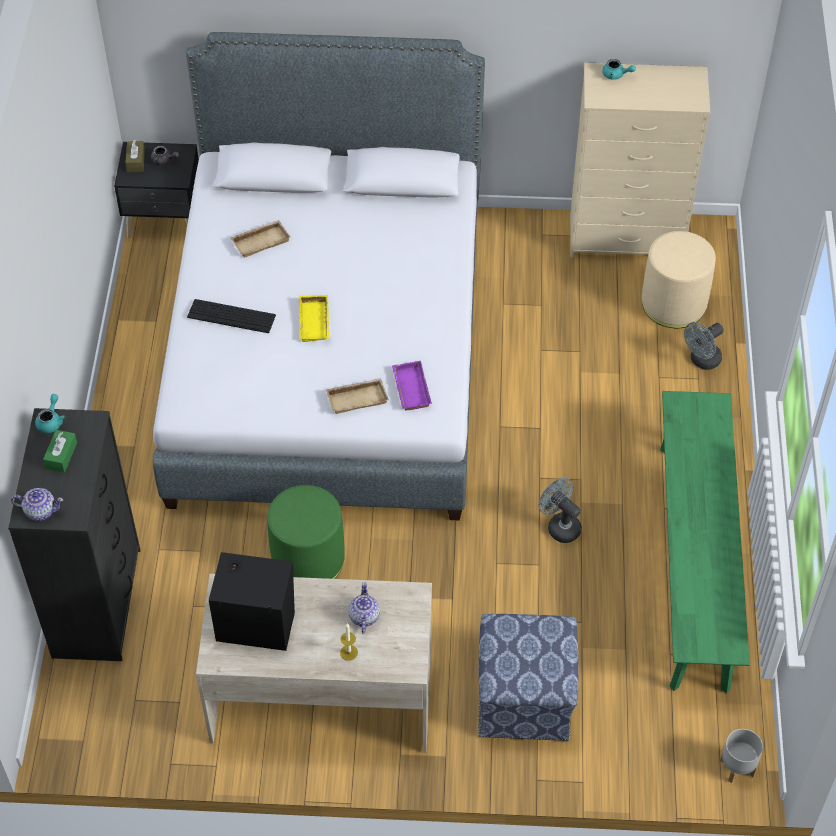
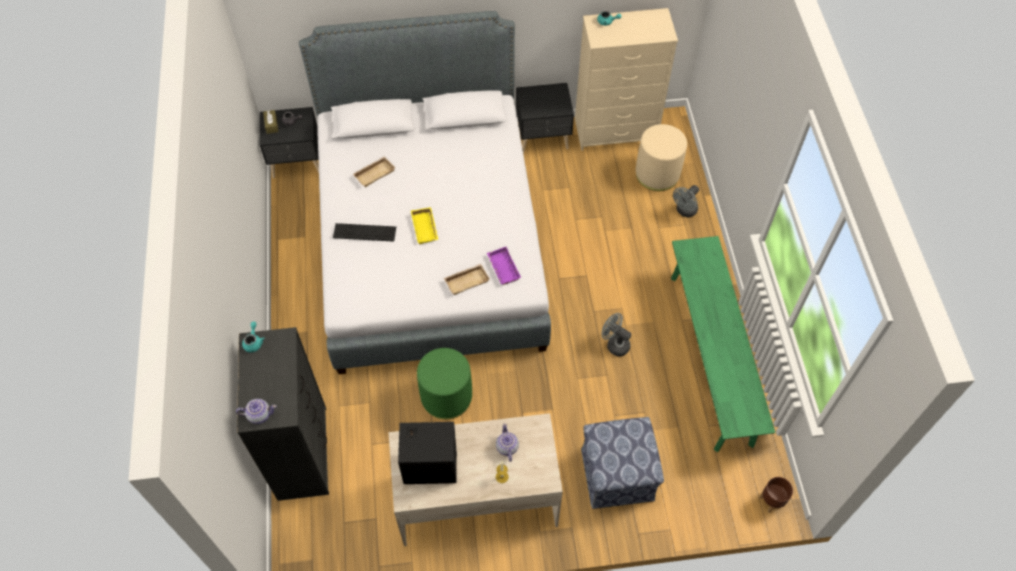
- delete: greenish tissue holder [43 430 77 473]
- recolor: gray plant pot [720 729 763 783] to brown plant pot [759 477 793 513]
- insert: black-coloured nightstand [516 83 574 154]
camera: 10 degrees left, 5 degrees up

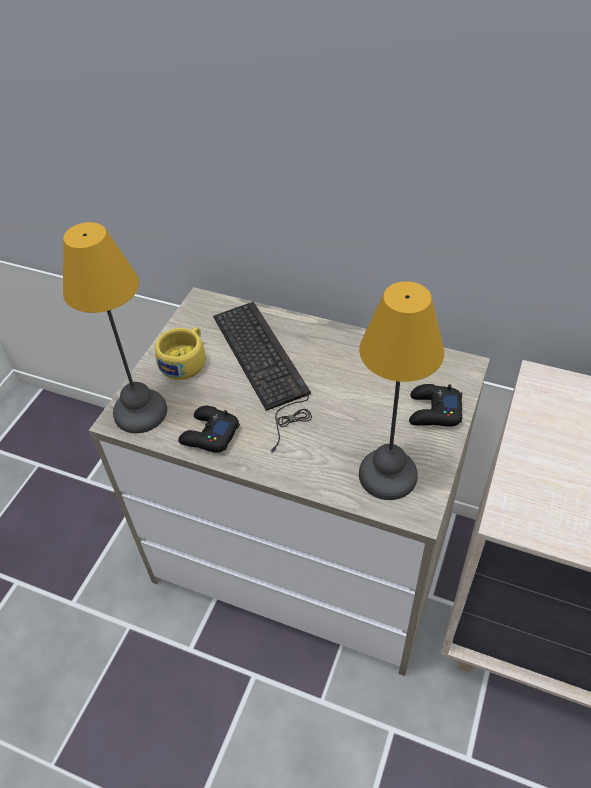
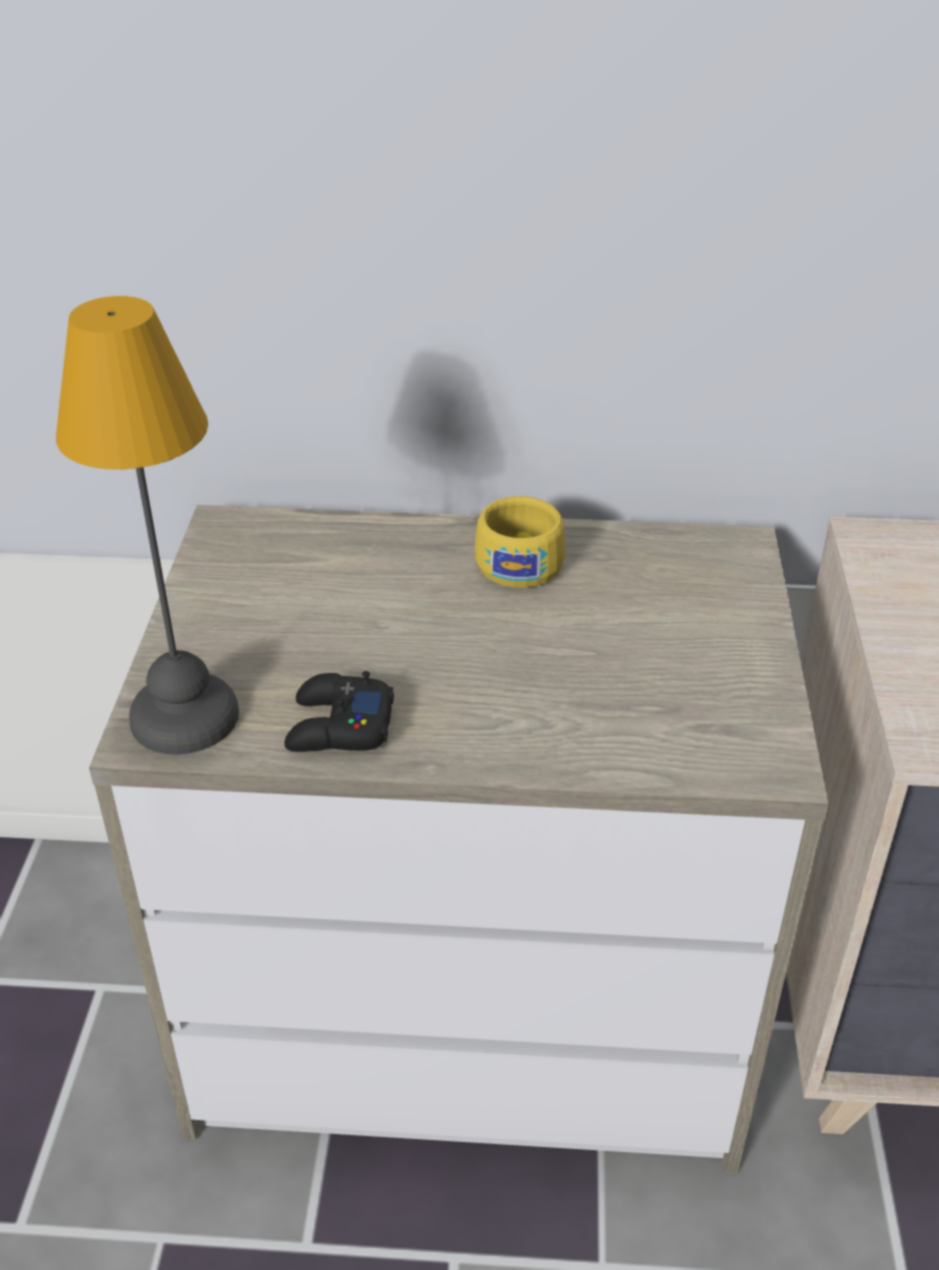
- move: yellowish drinking cup [155 327 206 380] to [475 496 565 587]
- delete: keyboard [213 302 312 453]
- delete: tabletop lamp [359 281 444 500]
- delete: black-coloured joypad [409 384 462 426]
camera: 20 degrees left, 10 degrees down

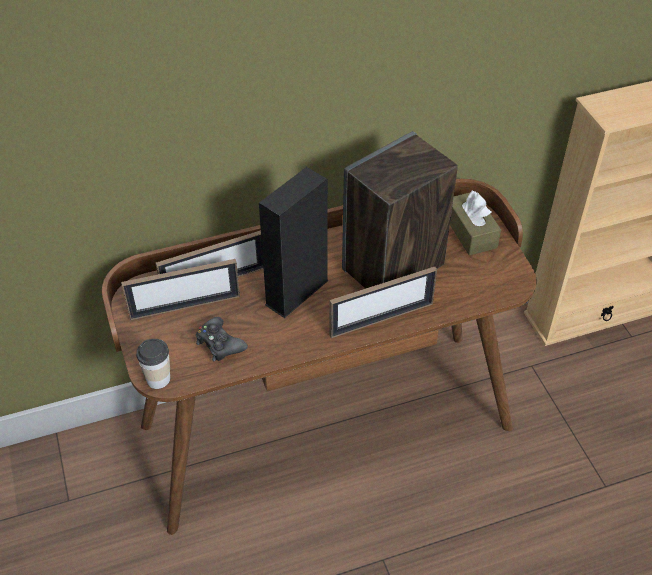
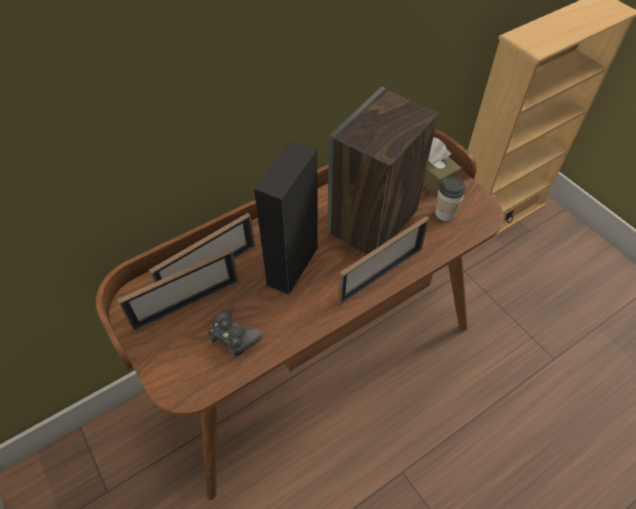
- move: drinking cup [136 339 170 389] to [435 176 466 221]
camera: 15 degrees left, 5 degrees up

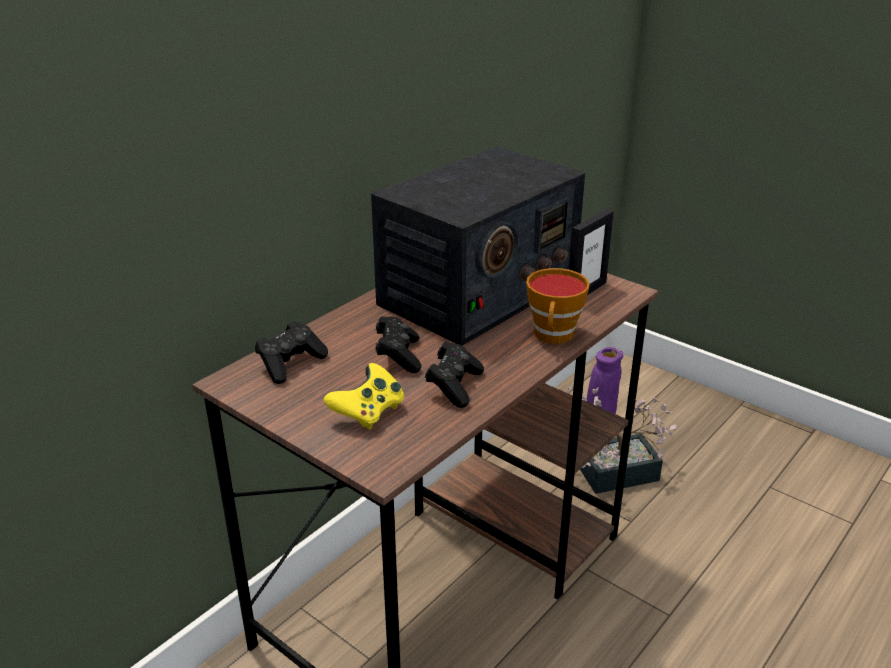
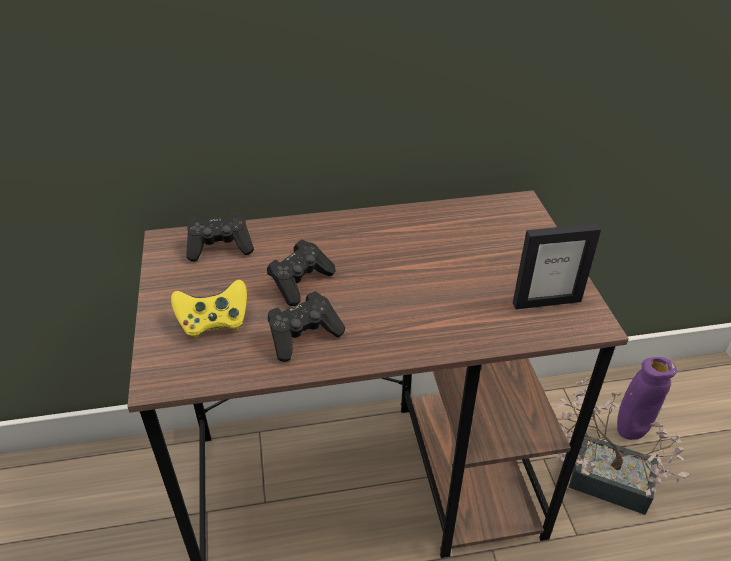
- delete: radio receiver [371 146 585 346]
- delete: drinking cup [526 268 590 344]
camera: 40 degrees right, 10 degrees up

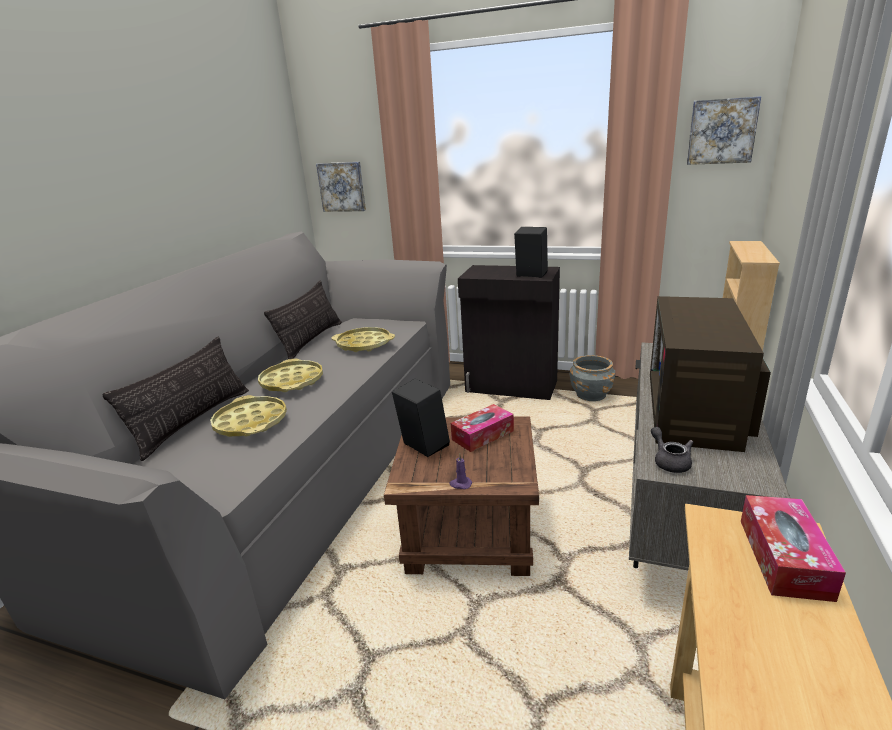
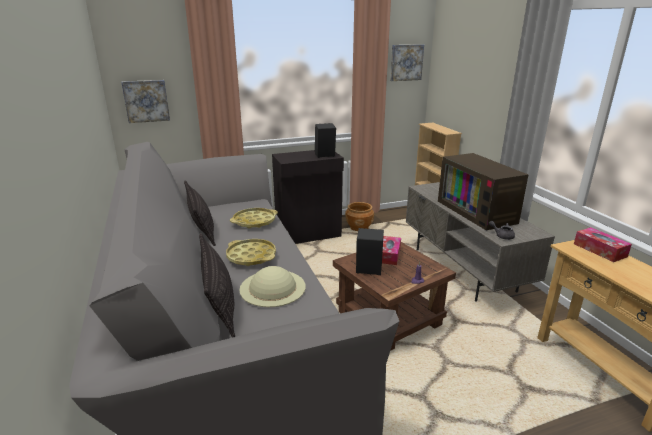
- replace: yellowish serving tray [210 395 287 437] to beige wearable hat [239 266 306 307]
- recolor: gray plant pot [569 355 615 401] to brown plant pot [345 202 374 231]
camera: 40 degrees left, 0 degrees up

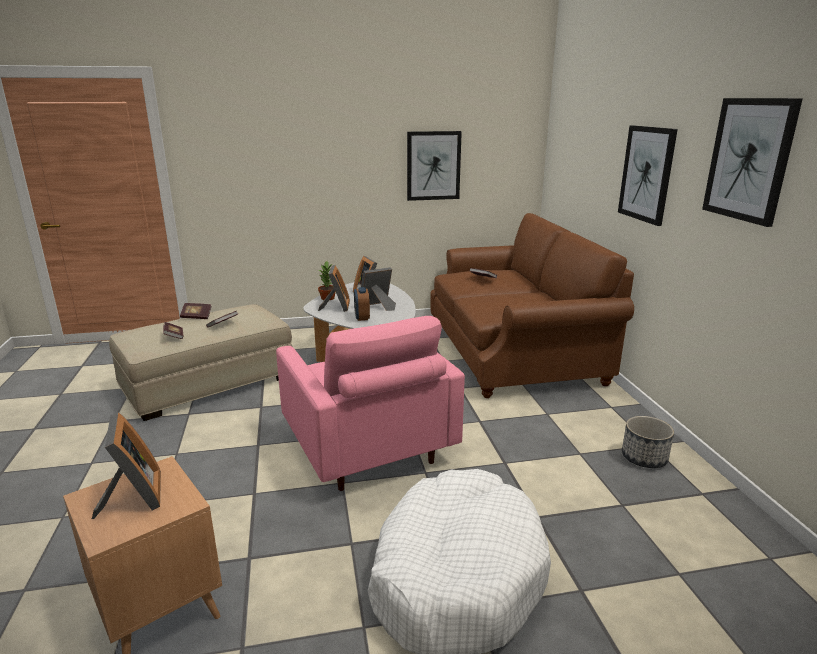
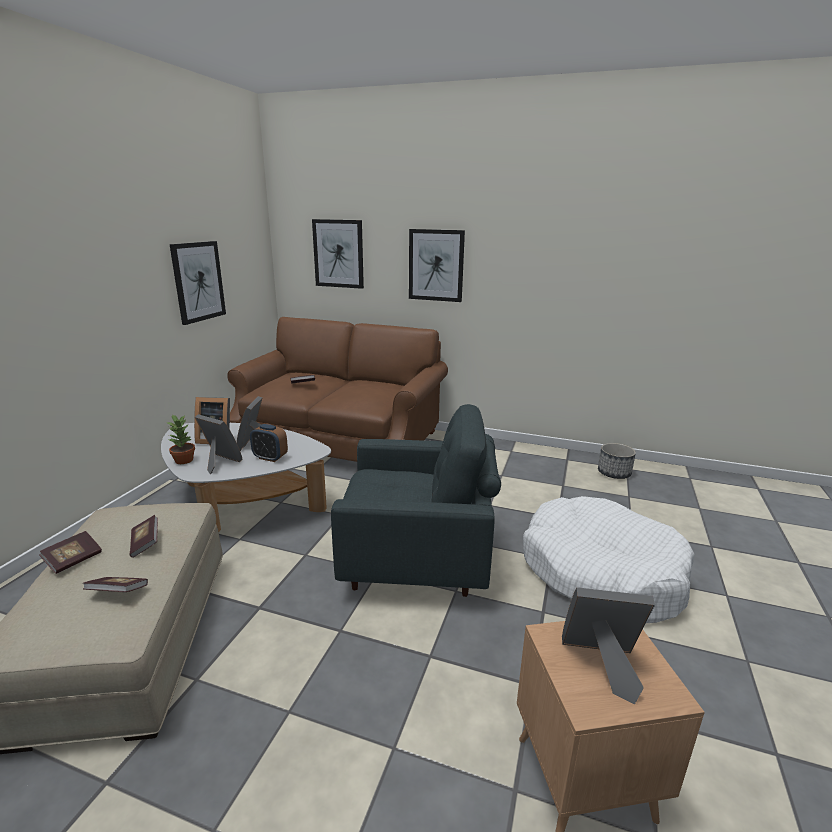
- recolor: pink-coloured armchair [276 316 465 491] to gray armchair [331 404 501 597]
- move: plant pot [622 416 674 468] to [598 443 636 479]
- move: picture [702 98 803 227] to [312 219 364 289]
camera: 60 degrees left, 0 degrees up

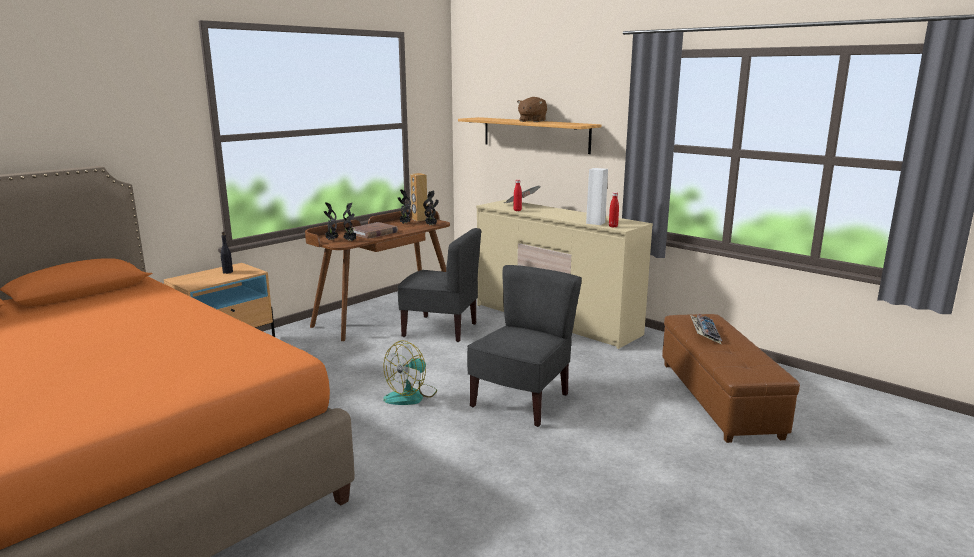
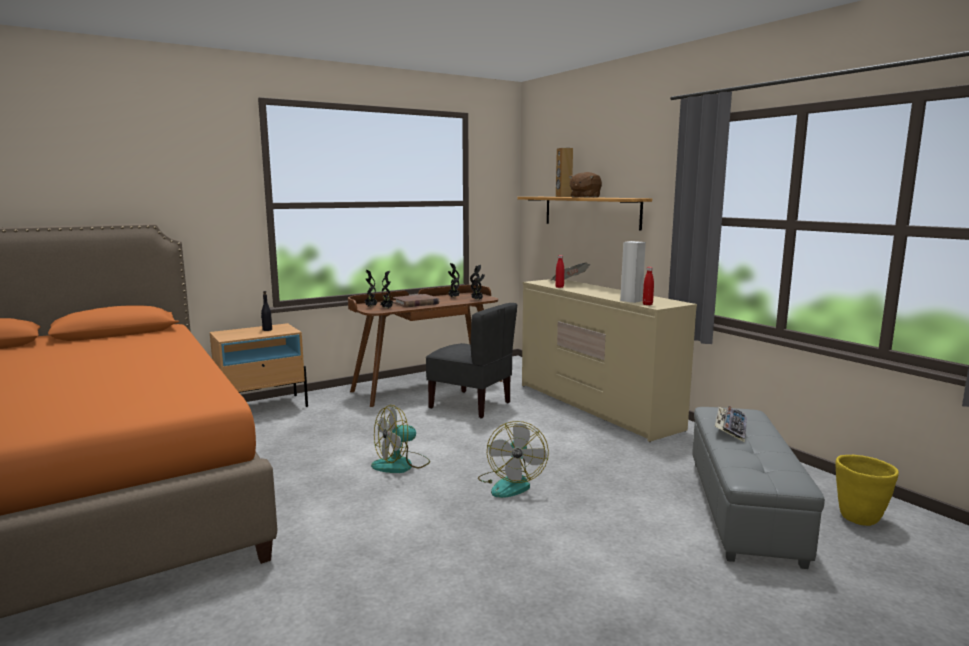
- move: brown audio speaker [410 173 428 221] to [556 148 573 197]
- replace: gray plain chair [467 265 582 427] to electric fan [478 421 549 498]
- recolor: brown footrest [662 314 800 443] to gray footrest [692 407 825 569]
- insert: yellowish plant pot [835 455 899 526]
camera: 15 degrees right, 5 degrees down

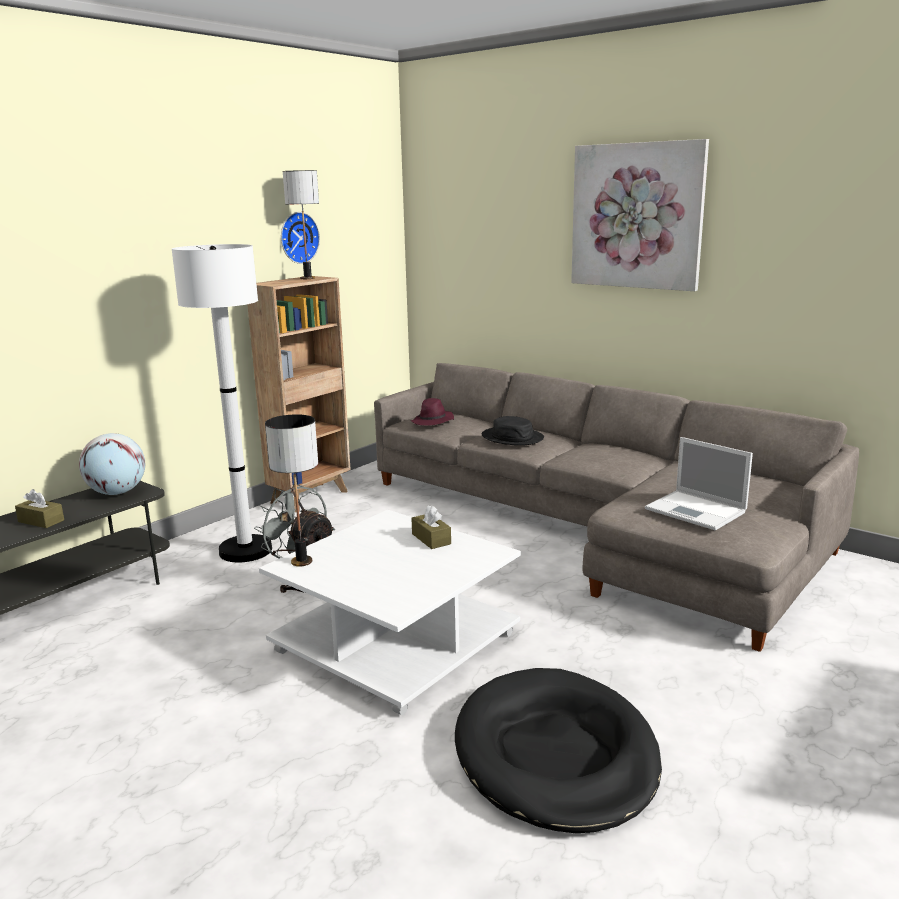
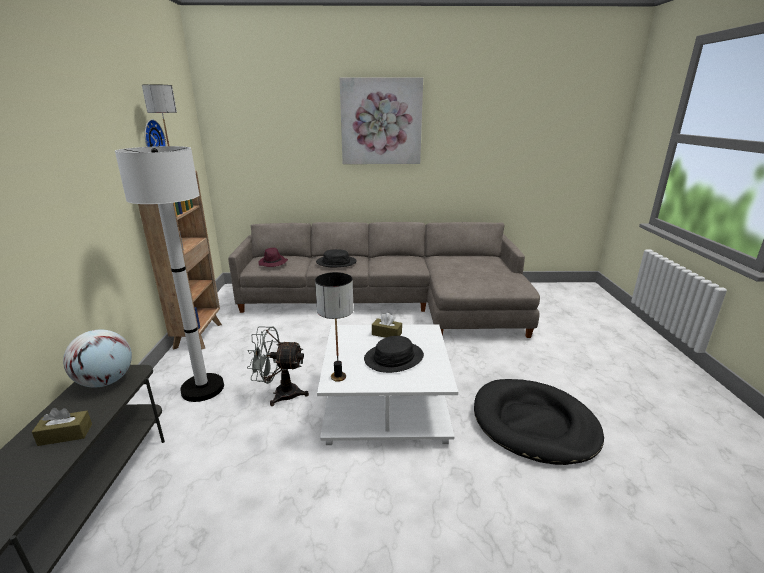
- delete: portable computer [645 437 753 530]
- insert: black-coloured wearable hat [364 336 424 373]
camera: 40 degrees left, 5 degrees up

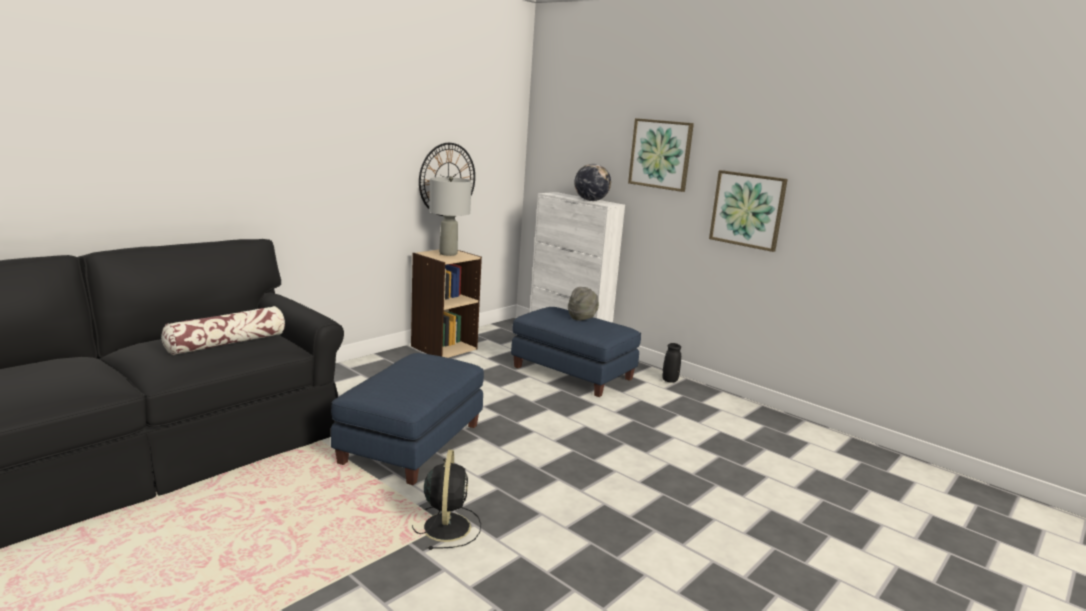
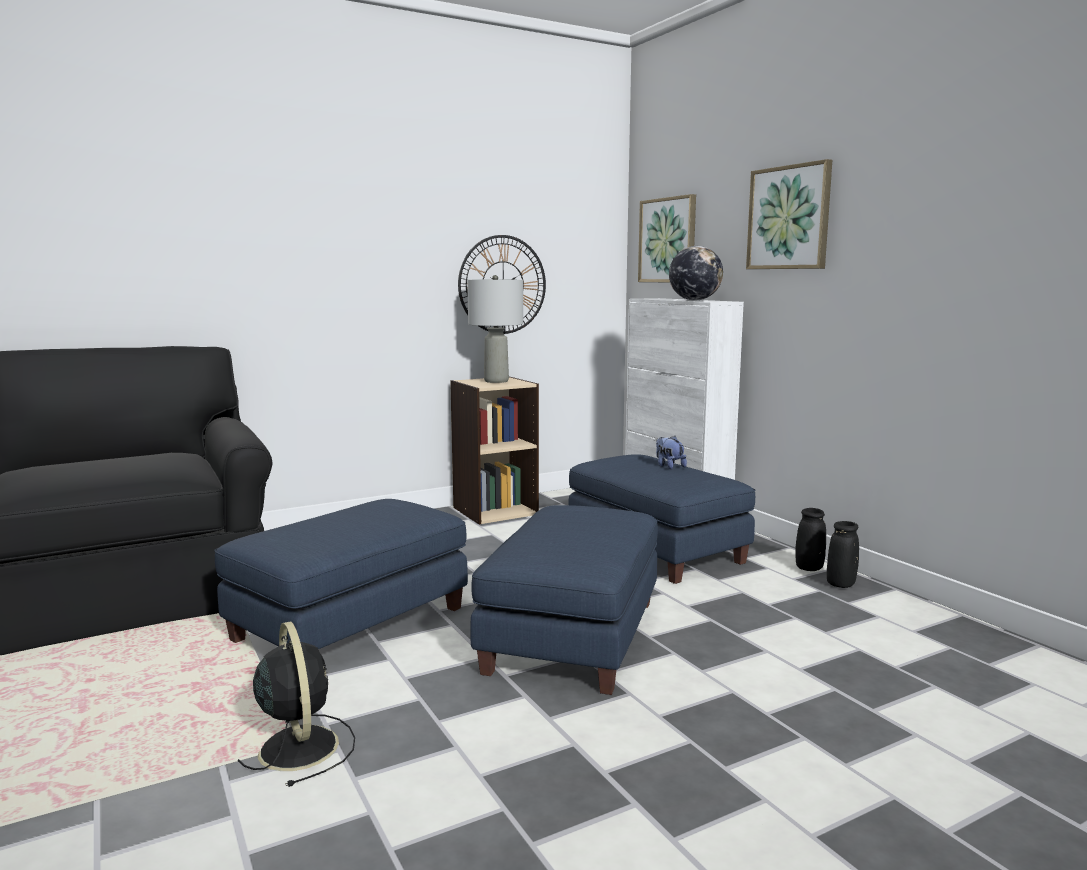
- delete: pillow [161 306 285 355]
- rotate: black-coloured electric fan [412 450 481 550] = [238 622 355 787] 45 degrees counterclockwise
- replace: gray wearable hat [568 287 599 321] to cuddly toy [656 436 687 469]
- move: picture [709 170 788 252] to [638 194 696 283]
- insert: blue-coloured footrest [471 505 658 695]
- insert: black-coloured vase [827 521 859 588]
camera: 20 degrees right, 5 degrees down

